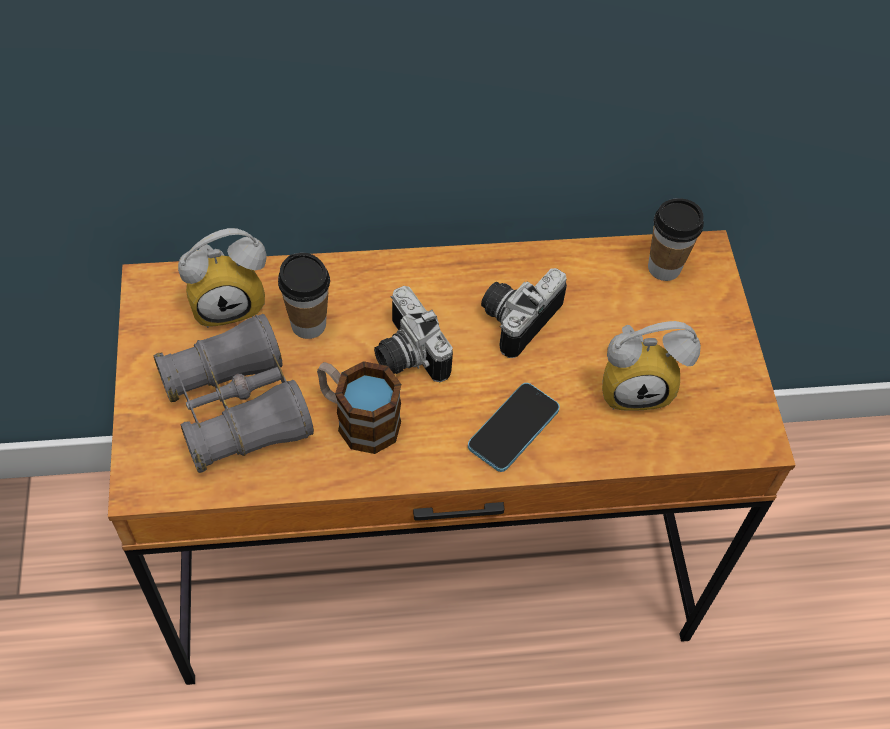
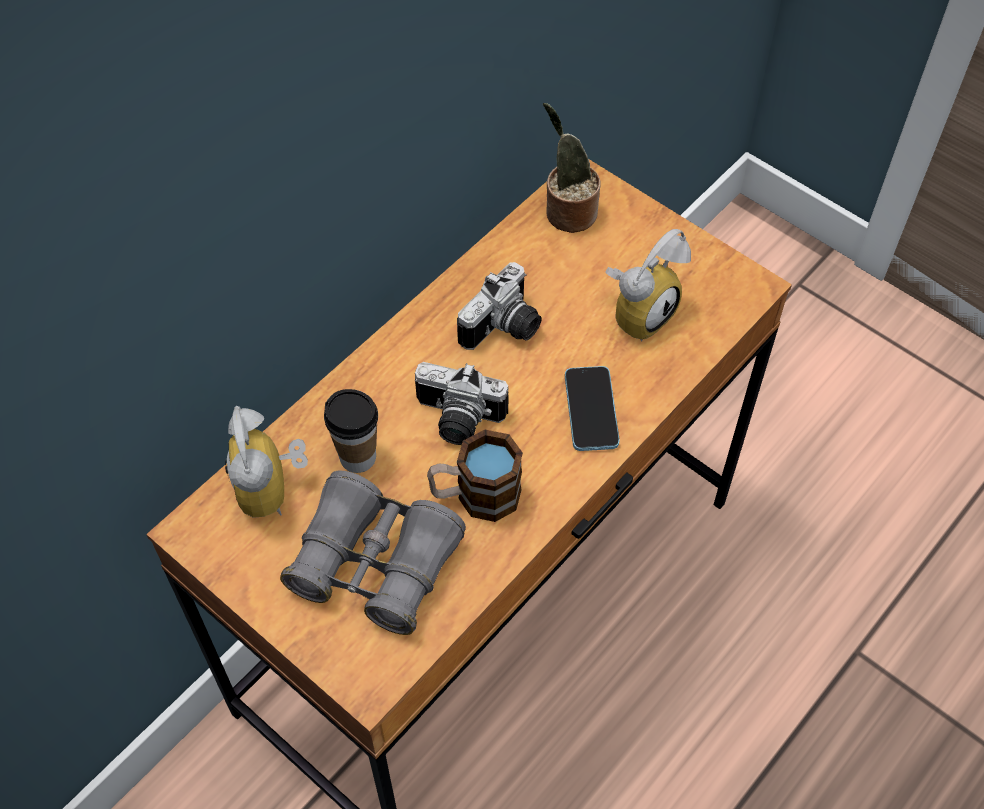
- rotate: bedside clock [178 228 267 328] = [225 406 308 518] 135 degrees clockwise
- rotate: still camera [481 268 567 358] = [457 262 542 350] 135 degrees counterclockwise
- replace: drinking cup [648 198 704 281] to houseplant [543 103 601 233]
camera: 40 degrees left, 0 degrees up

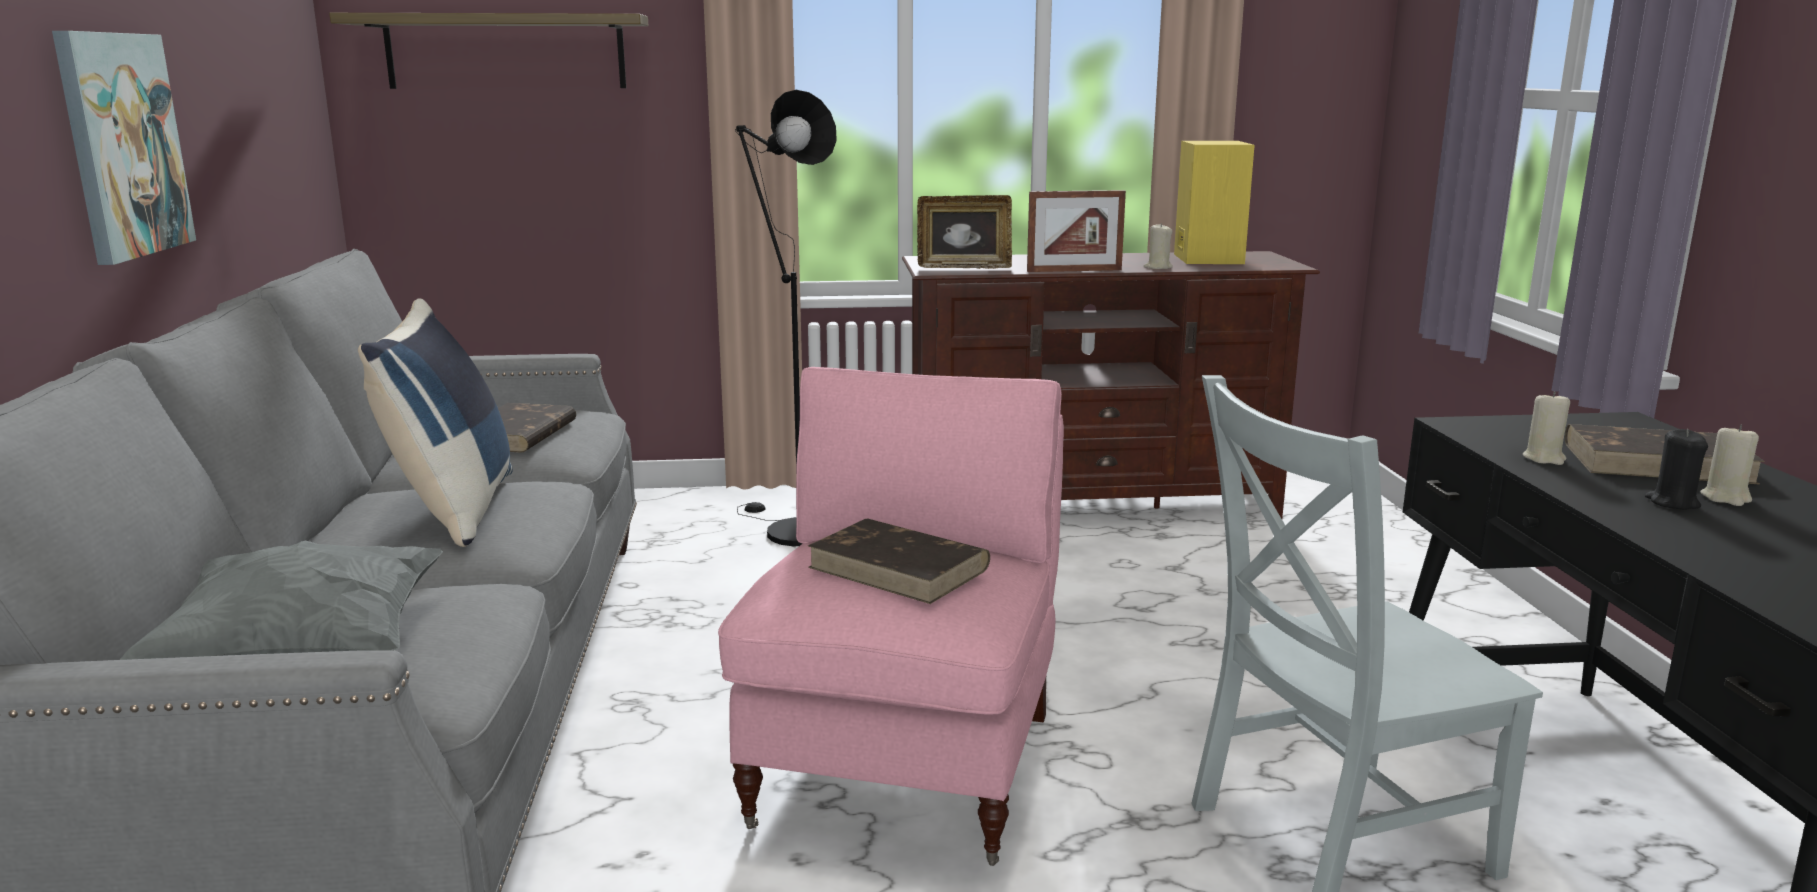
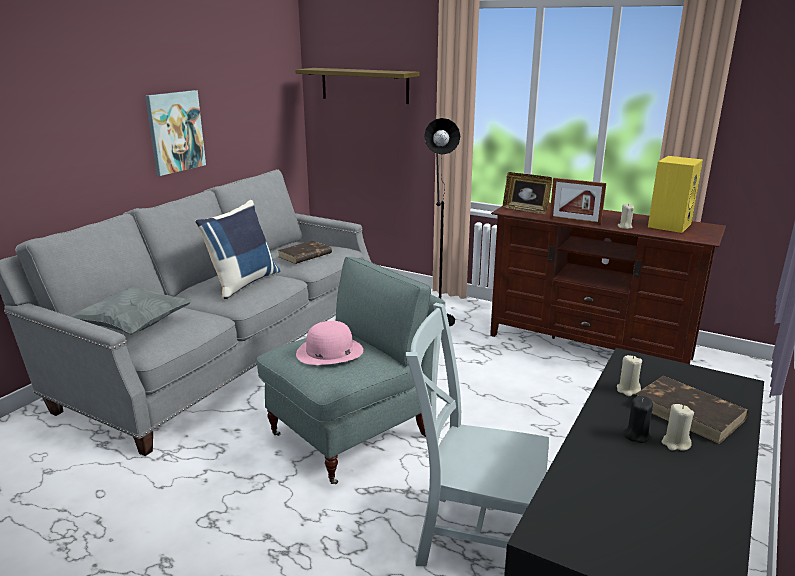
- recolor: pink-coloured armchair [718 367 1064 866] to gray armchair [257 257 445 484]
- replace: brown book [808 518 990 604] to pink-coloured wearable hat [296 321 363 365]
camera: 35 degrees right, 5 degrees up

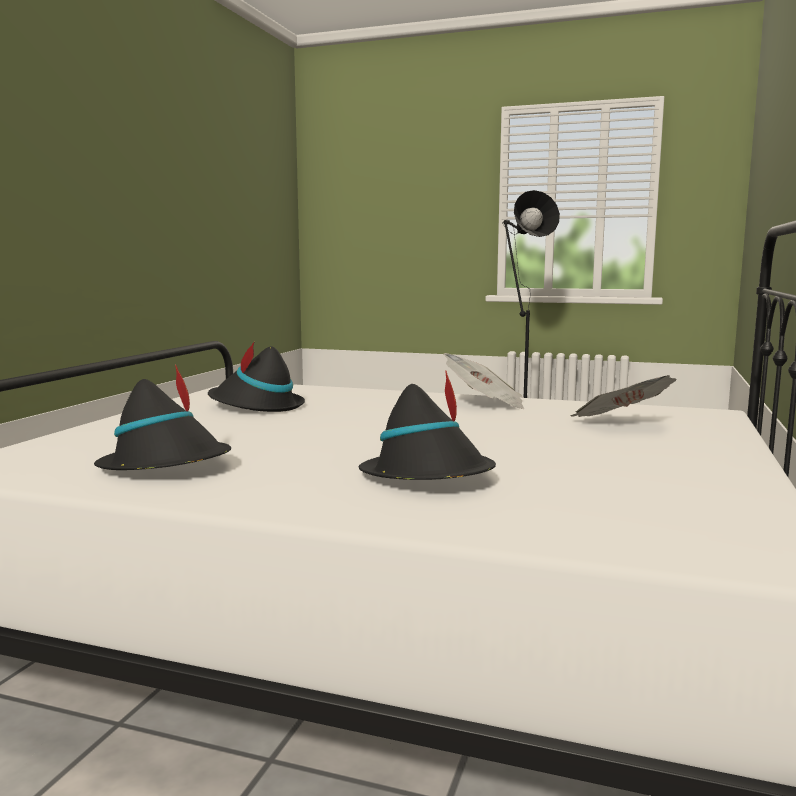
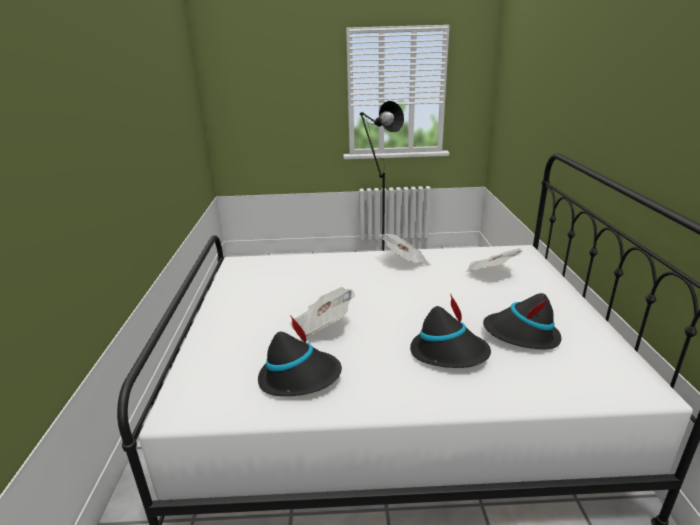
- move: black-coloured wearable hat [208 341 305 412] to [483 293 561 349]
- insert: daily paper [290 287 355 336]
camera: 20 degrees left, 15 degrees up

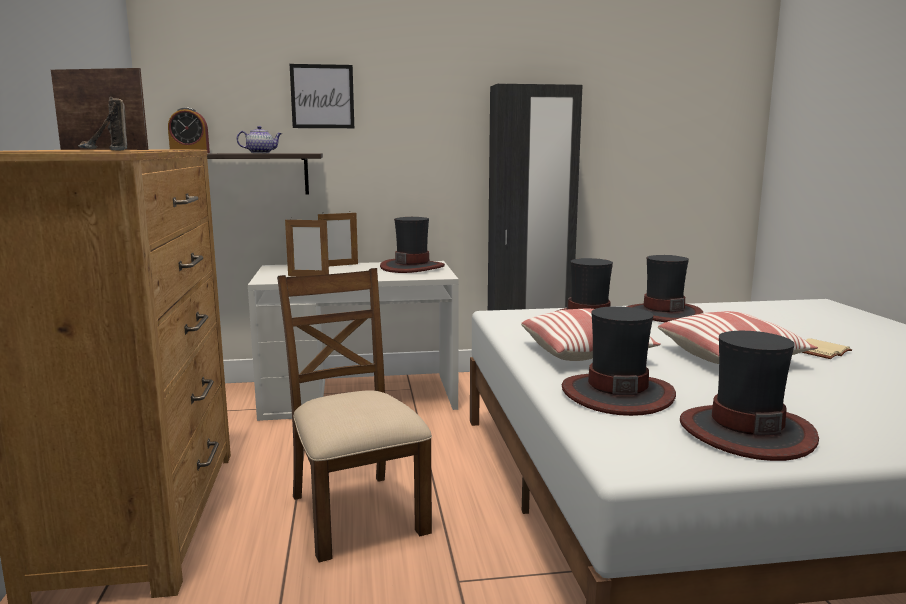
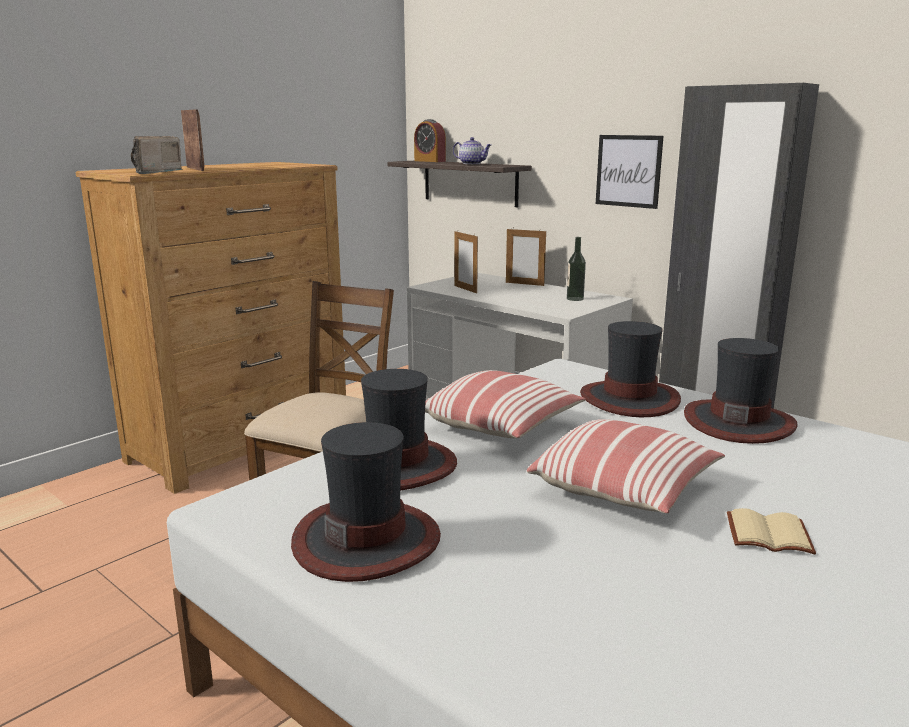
- move: picture [290 64 354 128] to [596 135 664 209]
- replace: wearable hat [380 217 445 273] to drink bottle [567 237 586 301]
camera: 50 degrees right, 5 degrees up

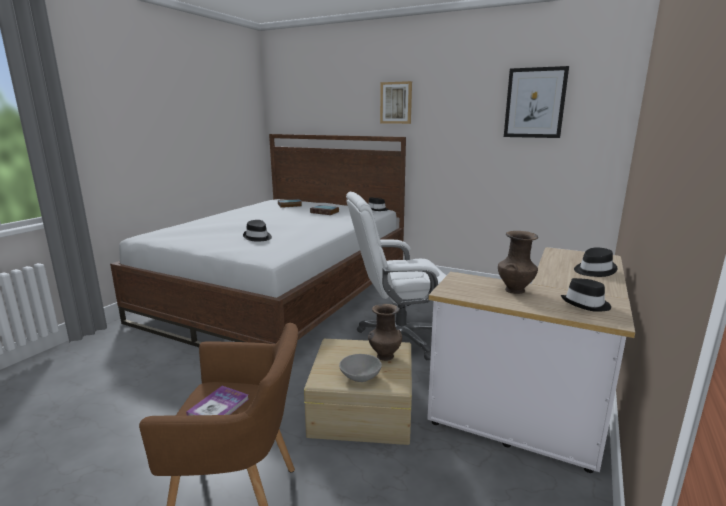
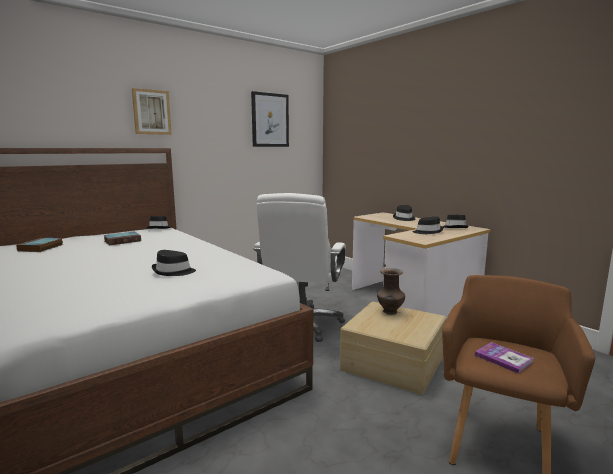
- delete: gray bowl [339 354 382 382]
- replace: brown vase [498 231 538 294] to black-coloured wearable hat [412 216 444 234]
camera: 65 degrees left, 5 degrees down

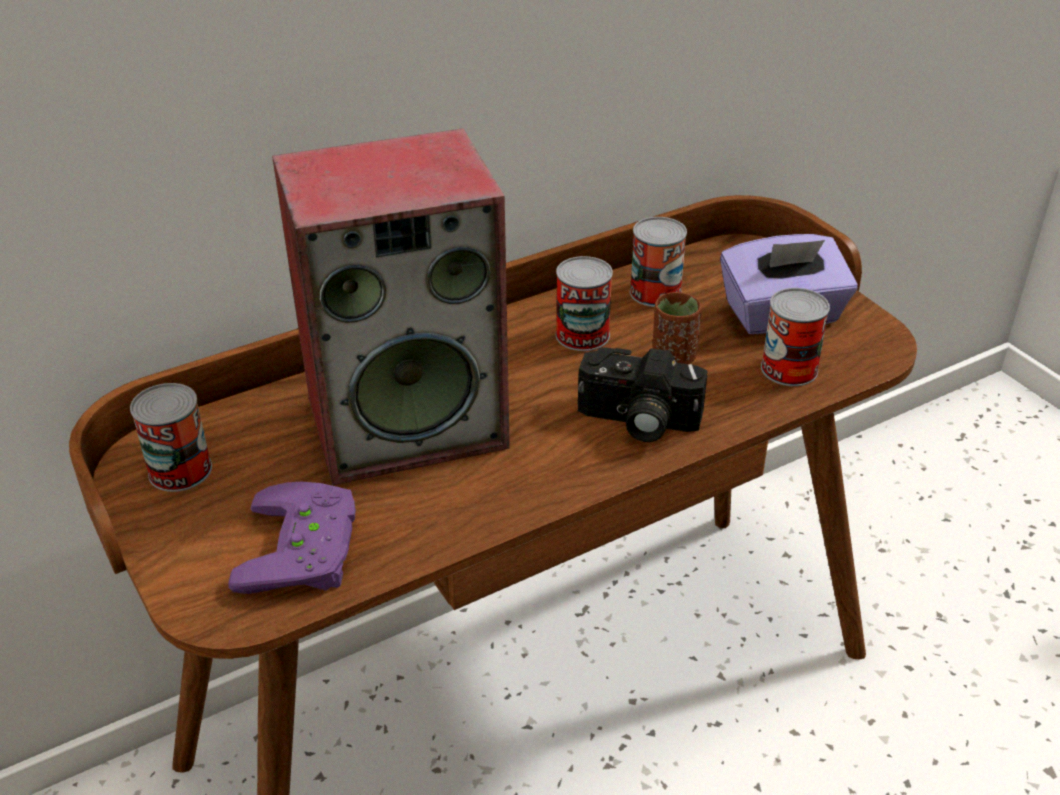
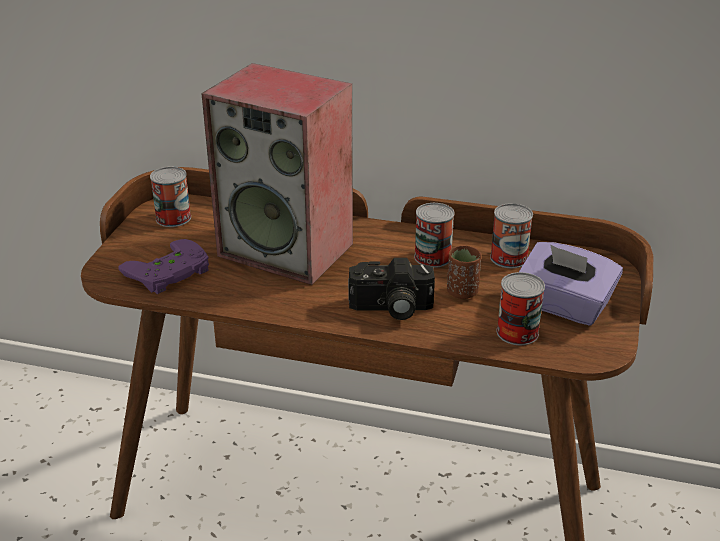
- rotate: still camera [578 347 708 442] = [348 258 435 320] 60 degrees counterclockwise
camera: 45 degrees right, 5 degrees down

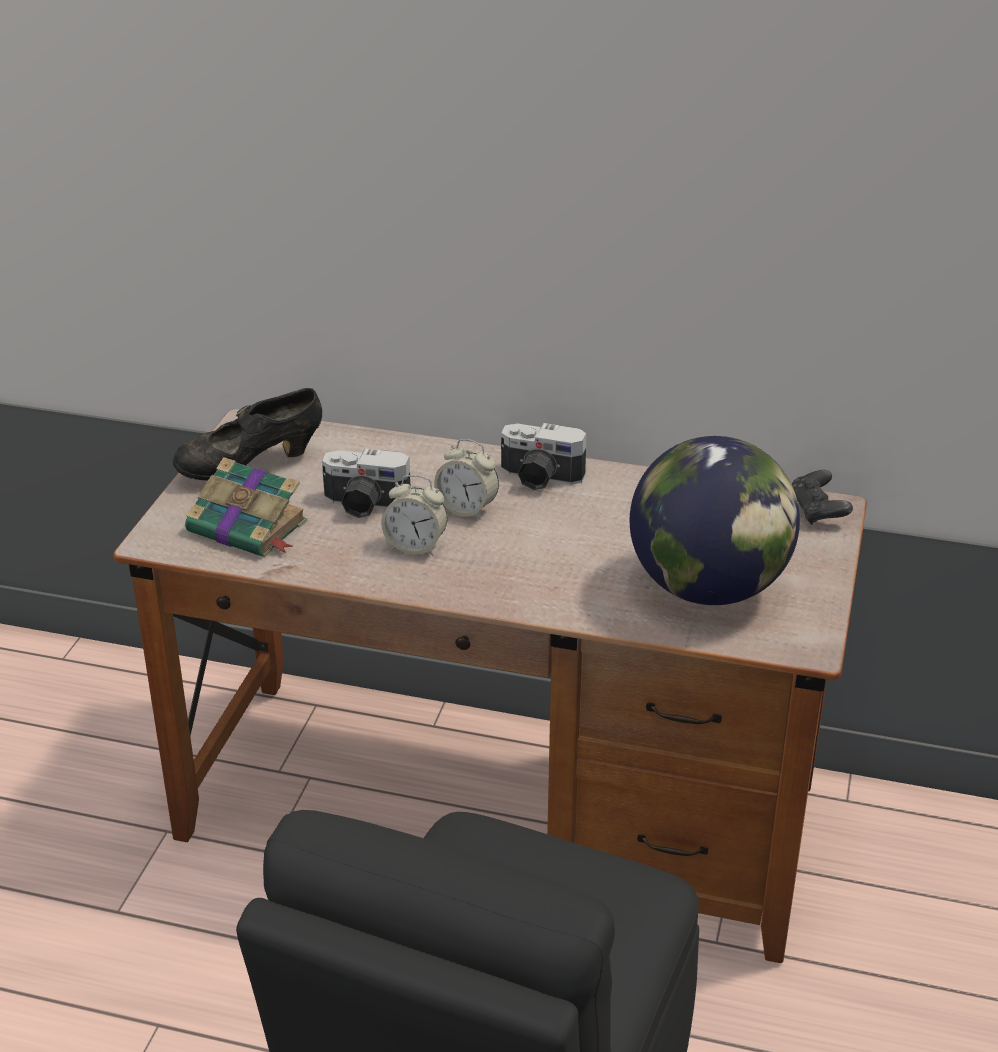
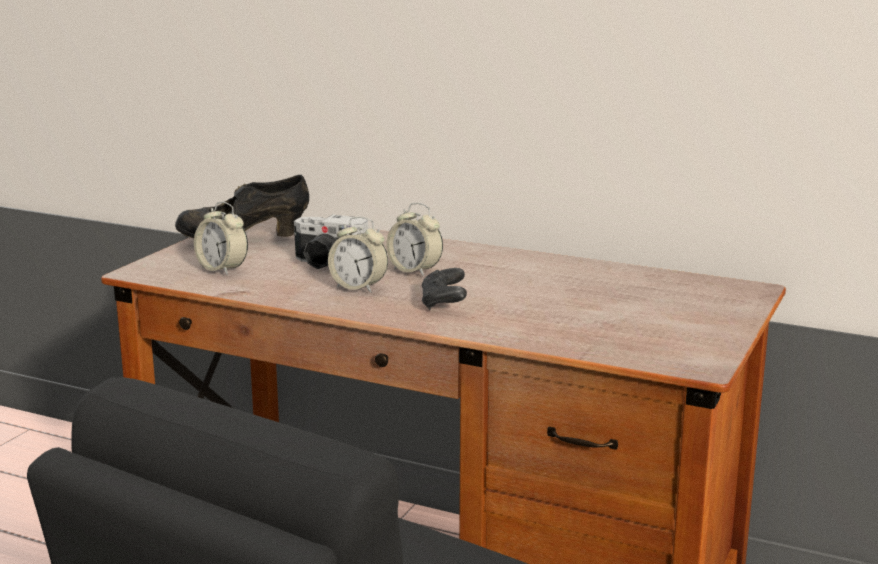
- replace: book [185 457 307 557] to bedside clock [194 202 248 275]
- delete: still camera [501 423 587 490]
- delete: desk globe [630 436 800 605]
- move: black-coloured joypad [792 470 853 525] to [422 268 467 310]
camera: 10 degrees right, 15 degrees down

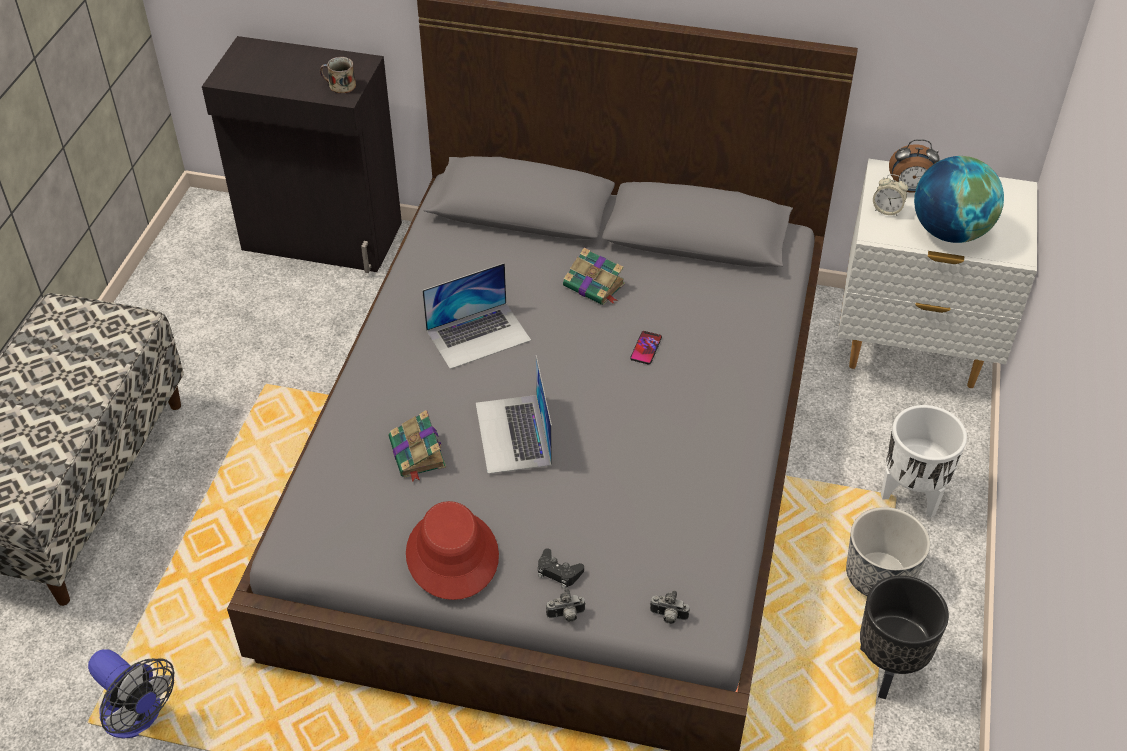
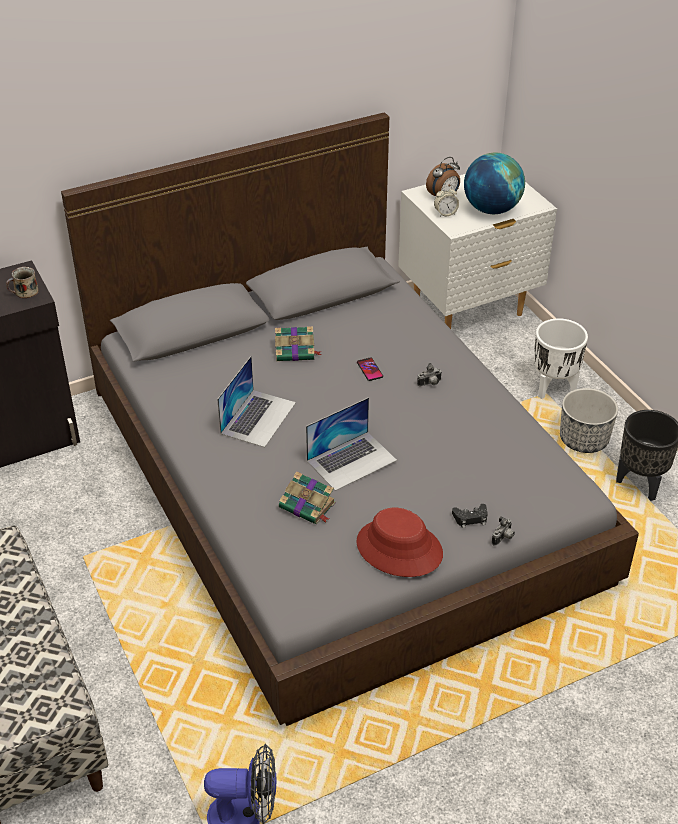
- rotate: portable computer [476 356 552 474] = [306 397 397 491] 75 degrees counterclockwise
- move: still camera [650 590 690 624] to [417 363 442 386]
camera: 40 degrees left, 5 degrees down

